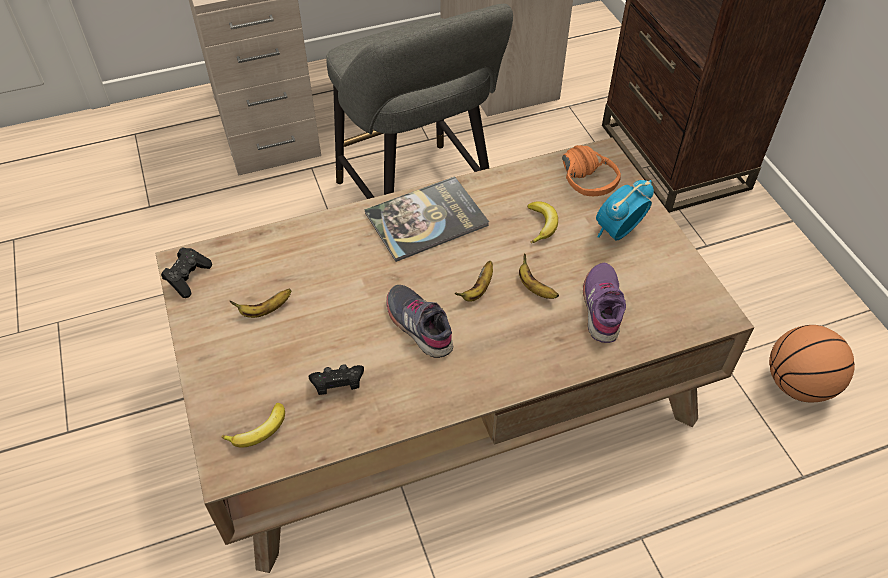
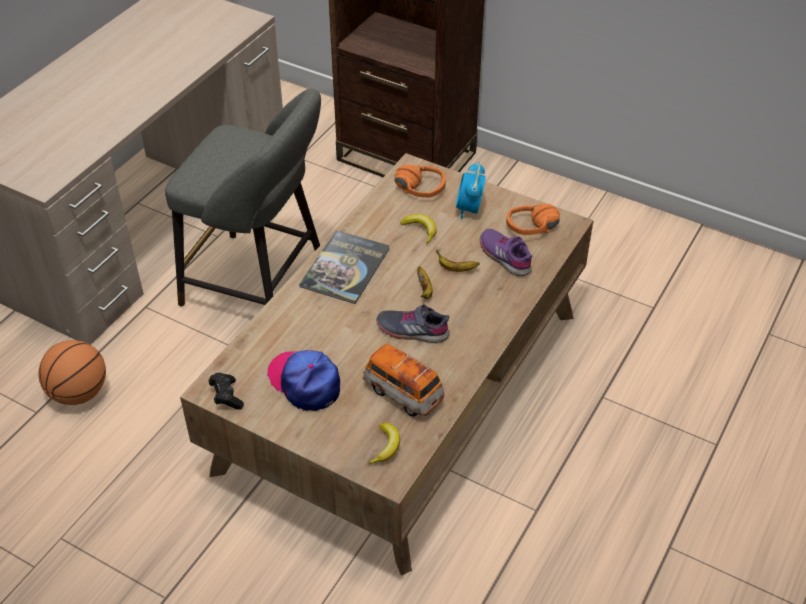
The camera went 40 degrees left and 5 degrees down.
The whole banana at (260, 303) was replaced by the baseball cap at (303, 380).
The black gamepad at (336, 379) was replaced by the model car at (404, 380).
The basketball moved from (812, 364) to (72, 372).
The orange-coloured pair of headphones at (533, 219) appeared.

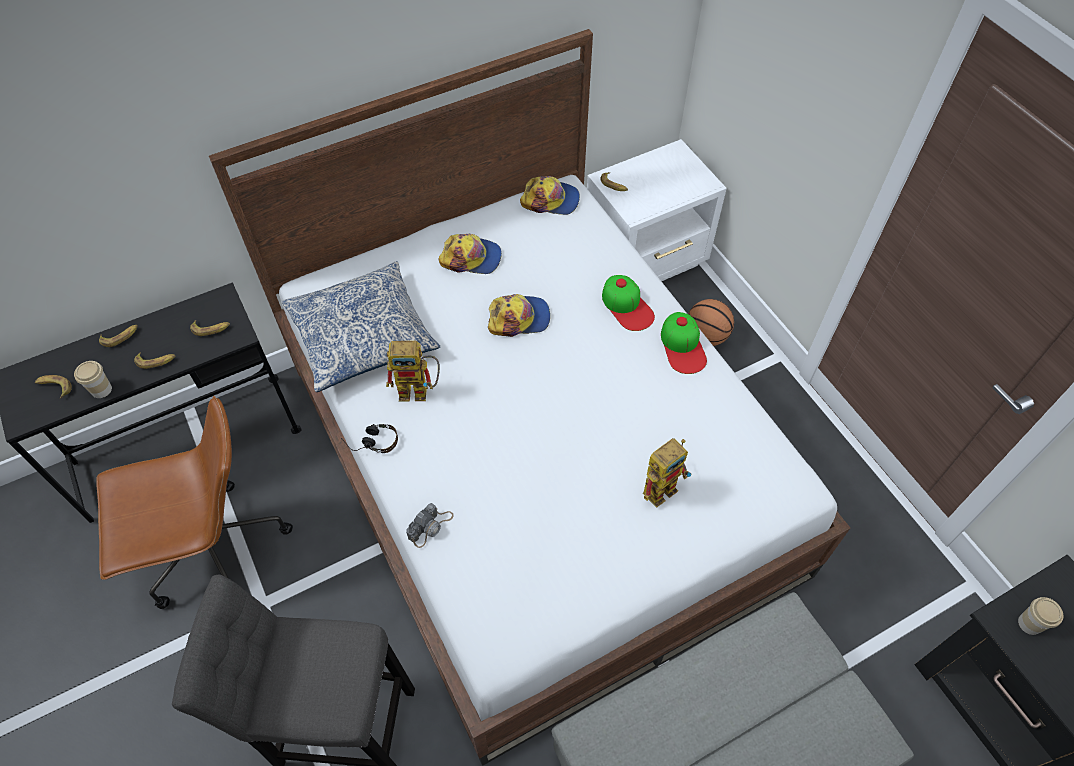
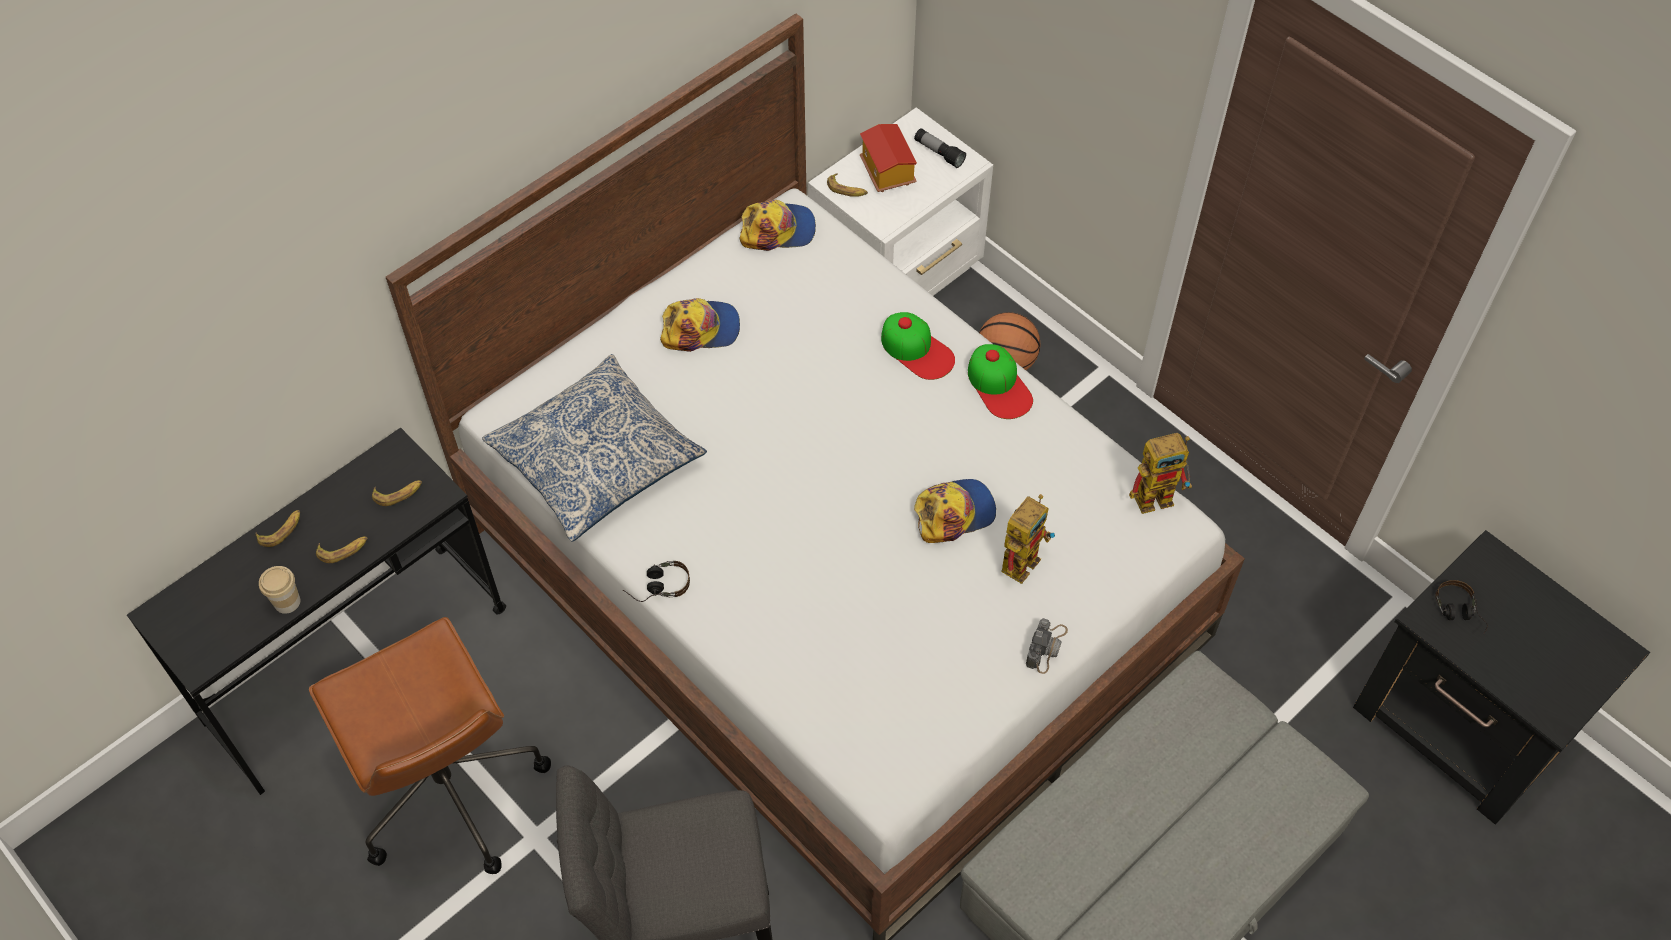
The camera went 15 degrees left and 0 degrees up.
The whole banana at (53, 387) disappeared.
The brown-coloured computer chair at (194, 502) turned 90 degrees clockwise.
The model robot moved from (413, 371) to (1160, 473).
The still camera moved from (430, 525) to (1047, 646).
The baseball cap moved from (519, 315) to (955, 511).
The small cup at (1040, 616) was replaced by the pair of headphones at (1461, 607).
The toy house at (888, 158) appeared.
The flashlight at (940, 148) appeared.

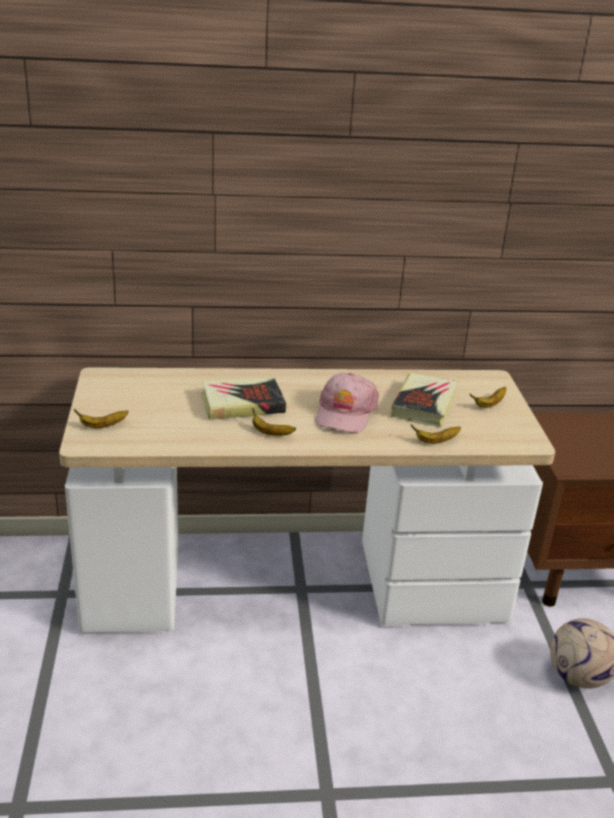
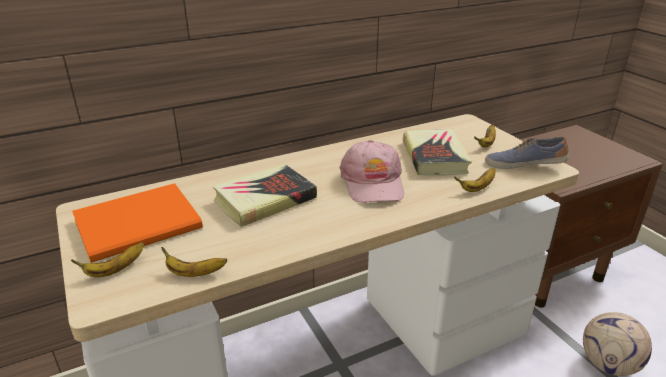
The camera went 20 degrees left and 0 degrees up.
The whole banana moved from (274, 422) to (194, 262).
The orange-coloured book at (137, 223) appeared.
The item of footwear at (527, 152) appeared.

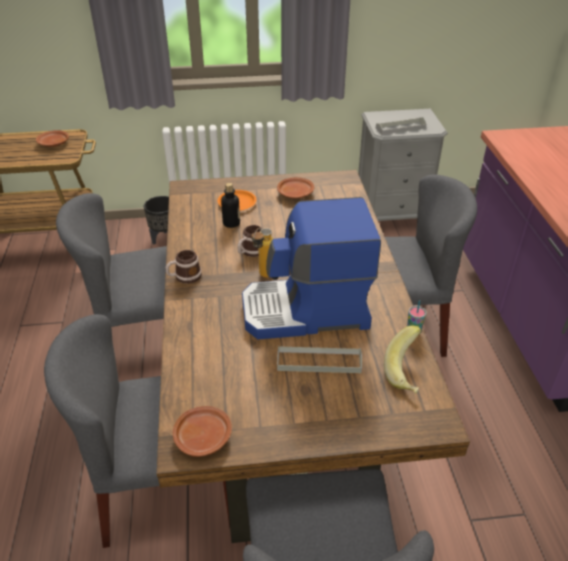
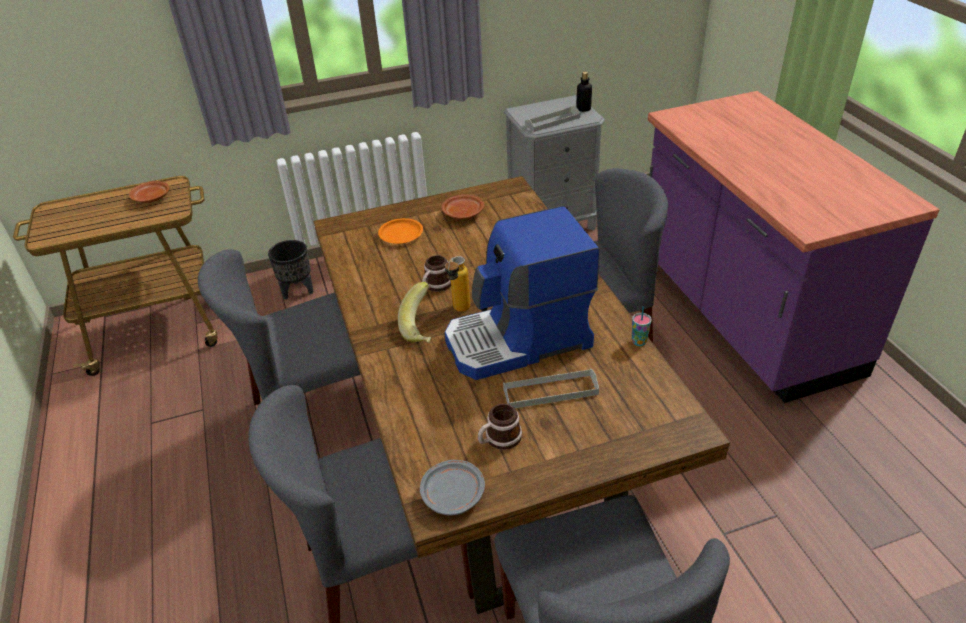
The camera went 10 degrees left and 0 degrees up.
The tea mug moved from (183, 267) to (500, 427).
The brown-coloured dinner plate at (202, 431) became the greyish dinner plate at (452, 487).
The drink bottle moved from (230, 205) to (584, 92).
The whole banana moved from (402, 359) to (414, 312).

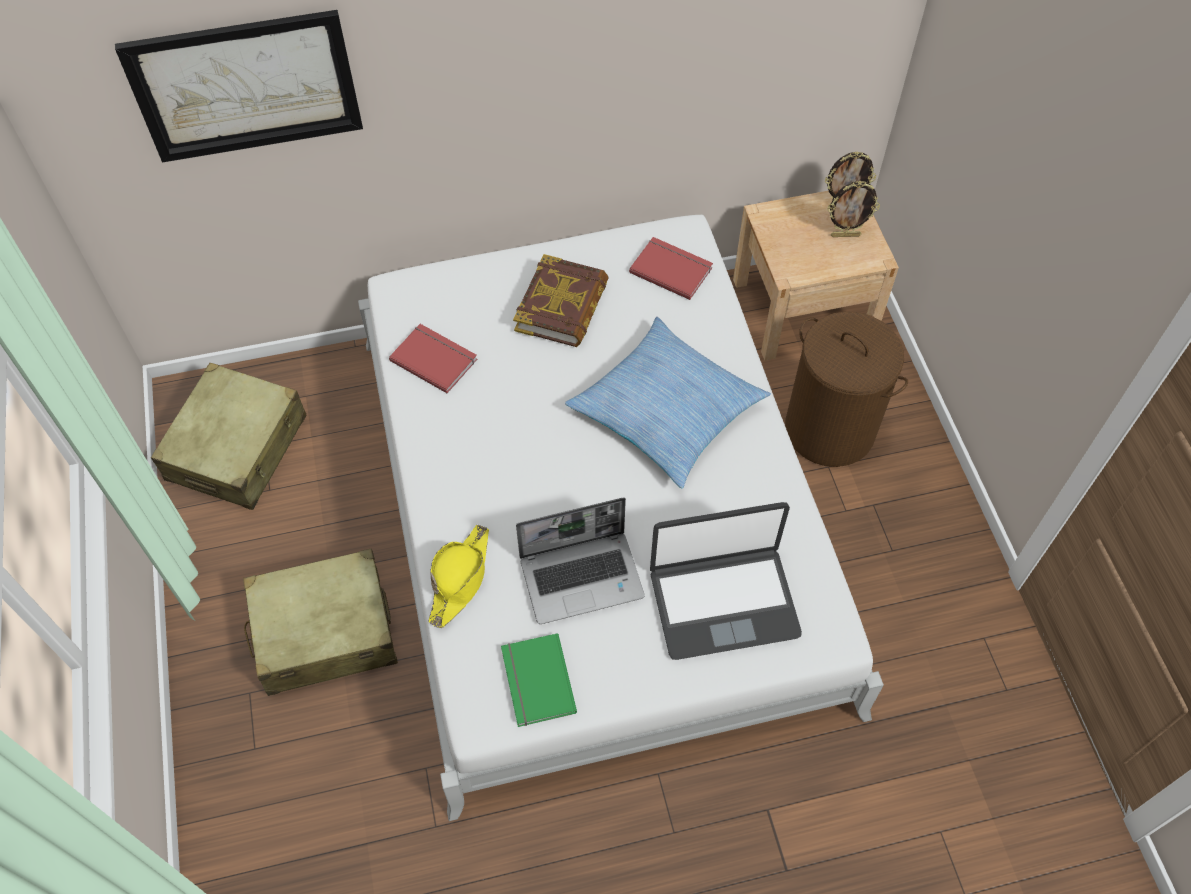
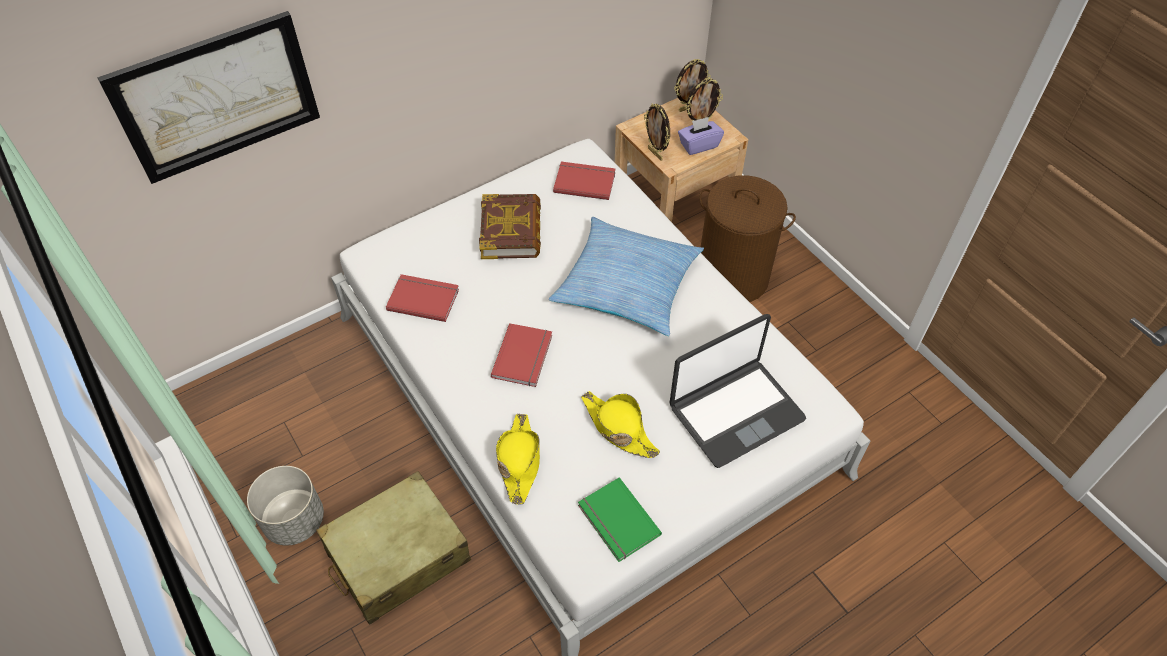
The camera went 20 degrees left and 5 degrees down.
The sand-coloured piece of luggage at (228, 436) disappeared.
The laptop at (580, 561) was replaced by the yellowish wearable hat at (620, 424).
The greyish planter at (285, 506) appeared.
The reddish book at (521, 355) appeared.
The photo frame at (657, 132) appeared.
The purple tissue holder at (701, 136) appeared.

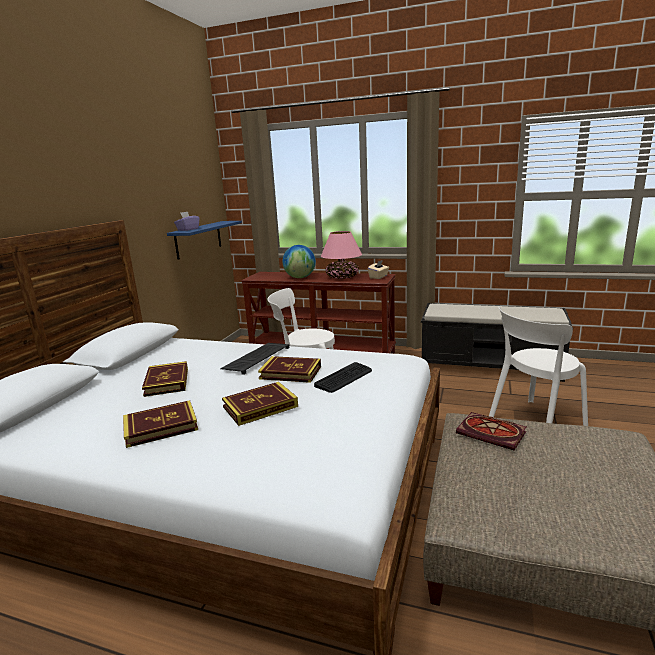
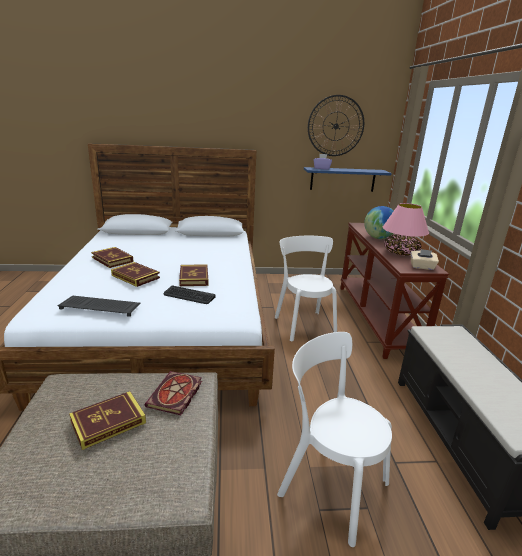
The camera went 65 degrees right and 5 degrees up.
The book moved from (165, 379) to (107, 420).
The PC keyboard moved from (254, 359) to (99, 306).
The wall clock at (336, 125) appeared.

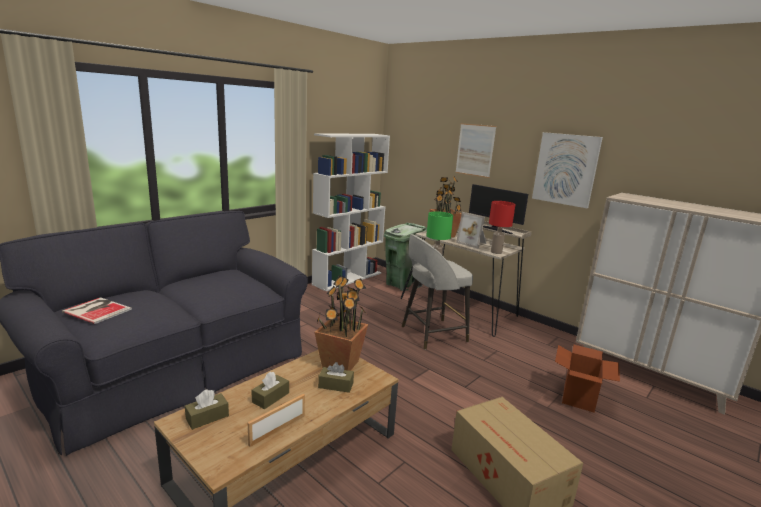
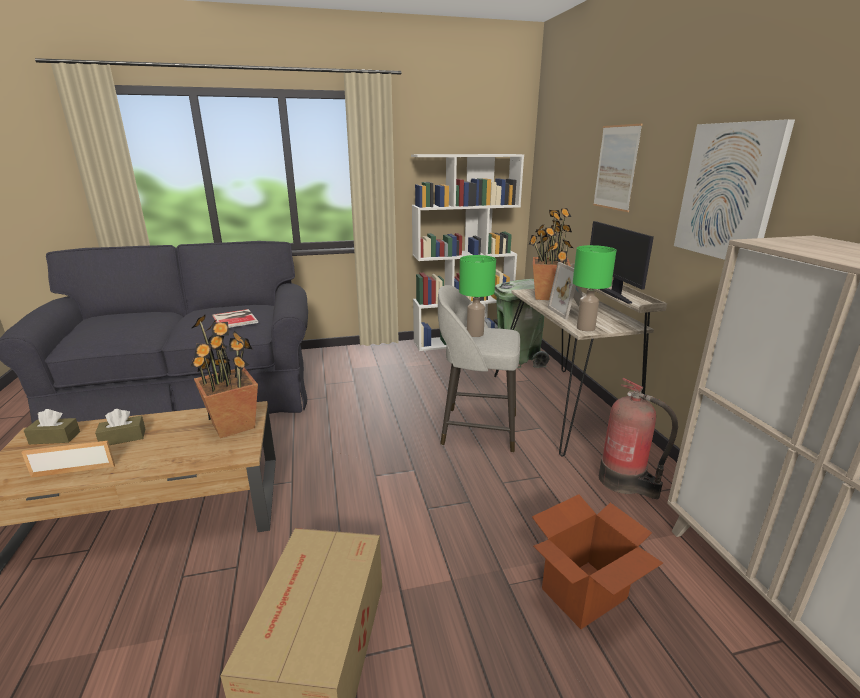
The camera went 35 degrees right and 5 degrees up.
The book moved from (97, 310) to (235, 318).
The brown-coloured tissue holder at (336, 377) disappeared.
The reddish lamp for a table at (502, 227) became the greenish lamp for a table at (595, 288).
The fire extinguisher at (638, 438) appeared.

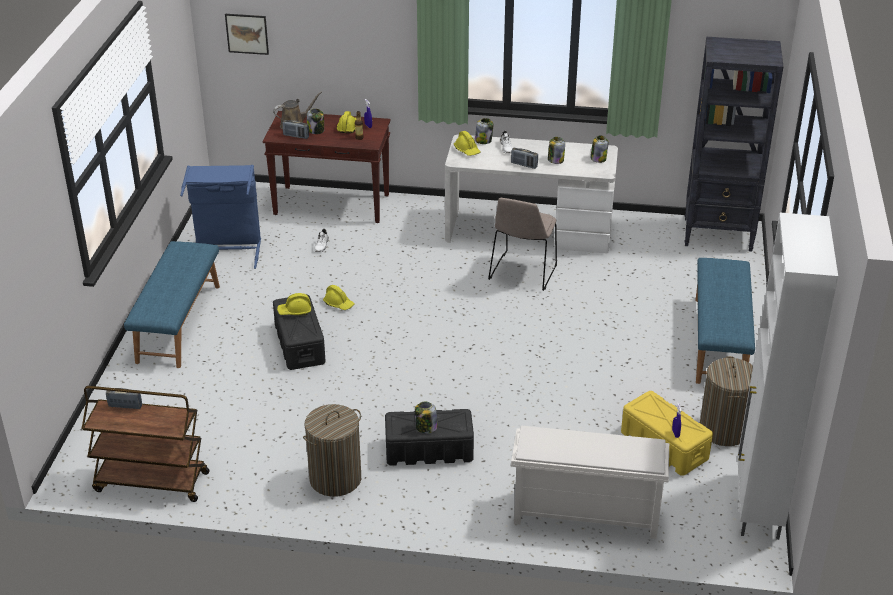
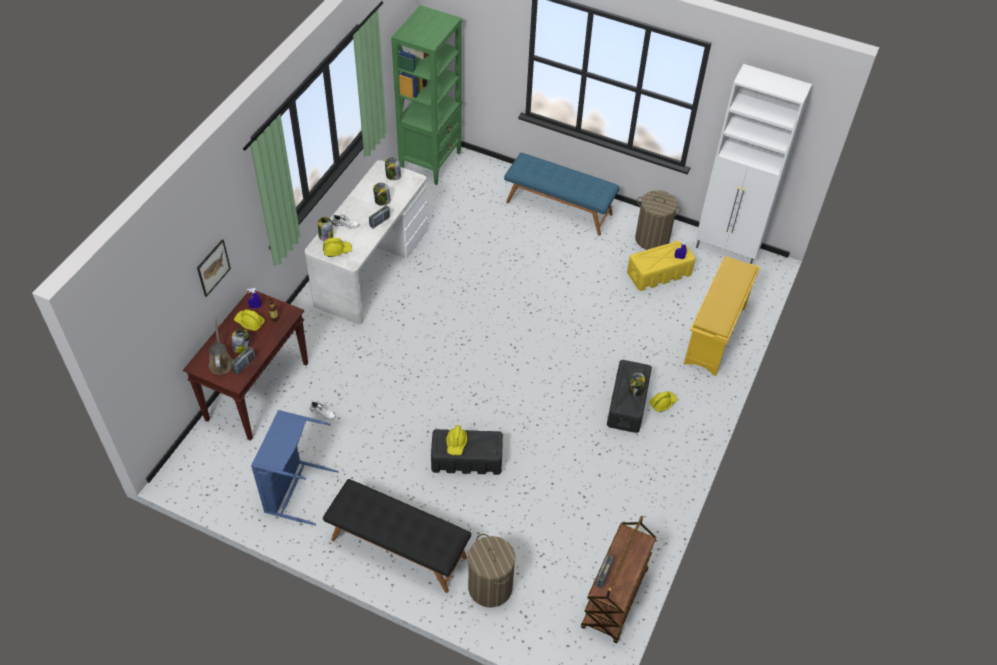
The camera went 75 degrees left and 15 degrees up.
The bluish indoor bench at (172, 304) became the black indoor bench at (397, 536).
The picture moved from (247, 34) to (214, 268).
The hamper moved from (332, 450) to (491, 570).
The yellowish hard hat moved from (339, 297) to (663, 401).
The sand-coloured upright chair at (522, 244) disappeared.
The white-coloured shoe shelf at (590, 482) became the yellowish shoe shelf at (722, 316).
The black bookshelf at (734, 144) became the greenish bookshelf at (426, 95).

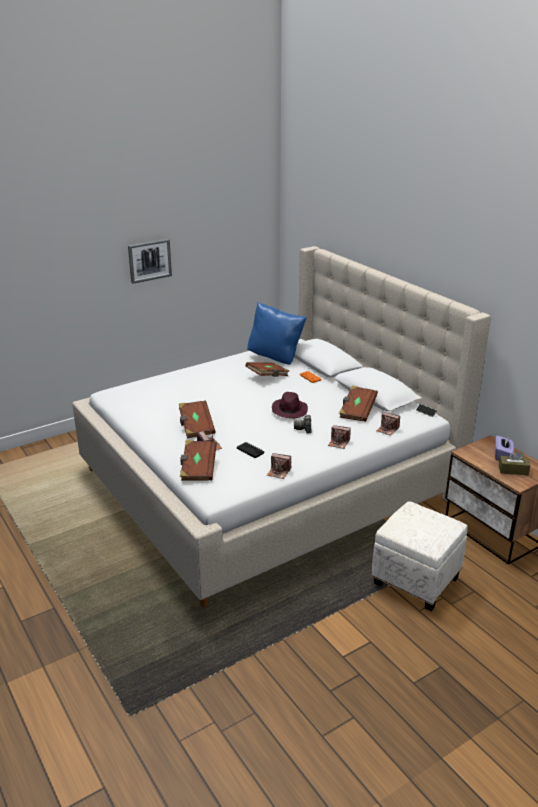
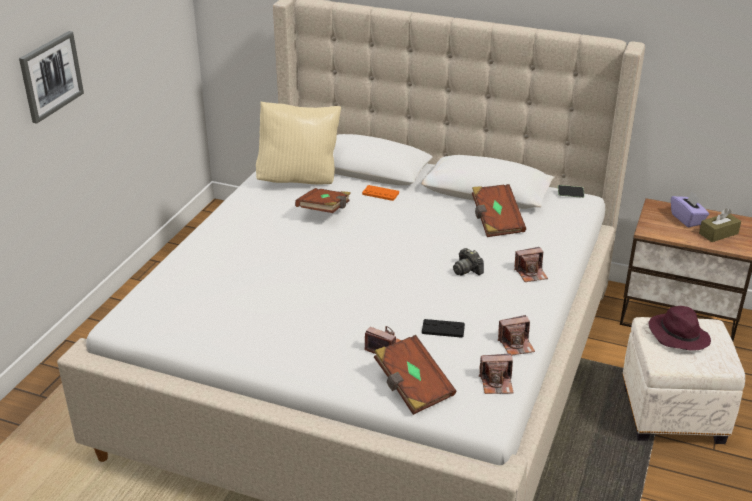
The camera went 35 degrees left and 5 degrees up.
The brown-coloured book at (197, 419) disappeared.
The bluish cushion at (277, 333) became the sand-coloured cushion at (298, 142).
The purple wearable hat moved from (290, 405) to (679, 328).
The still camera moved from (388, 423) to (496, 374).

